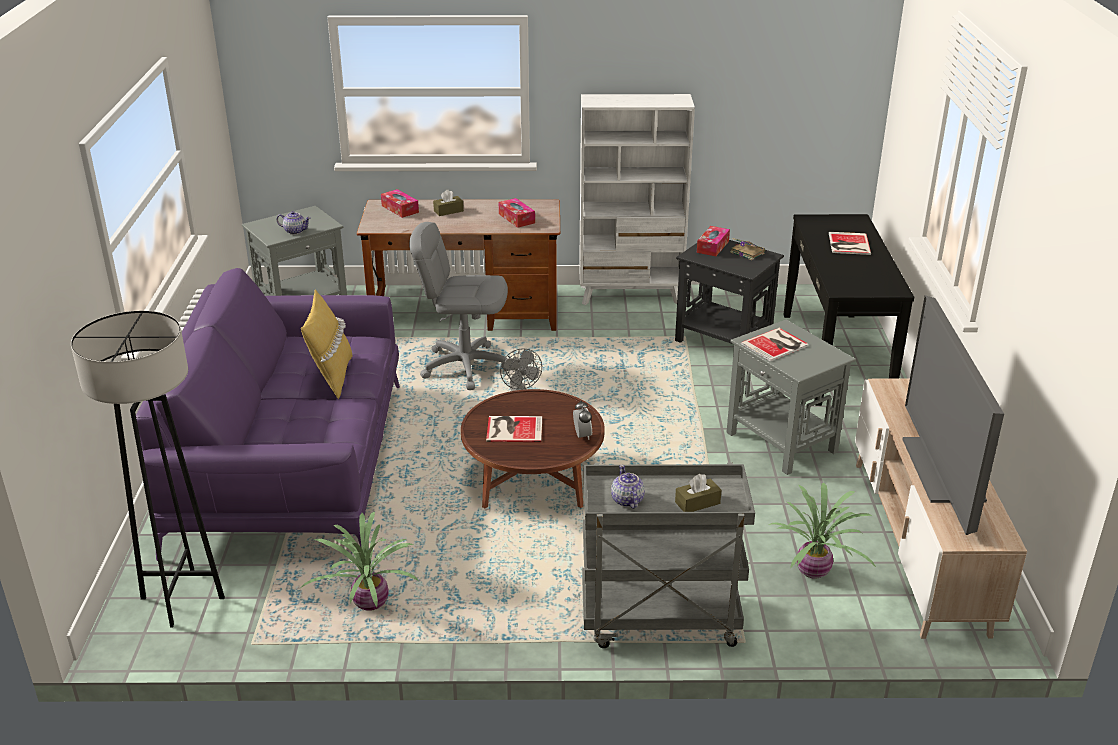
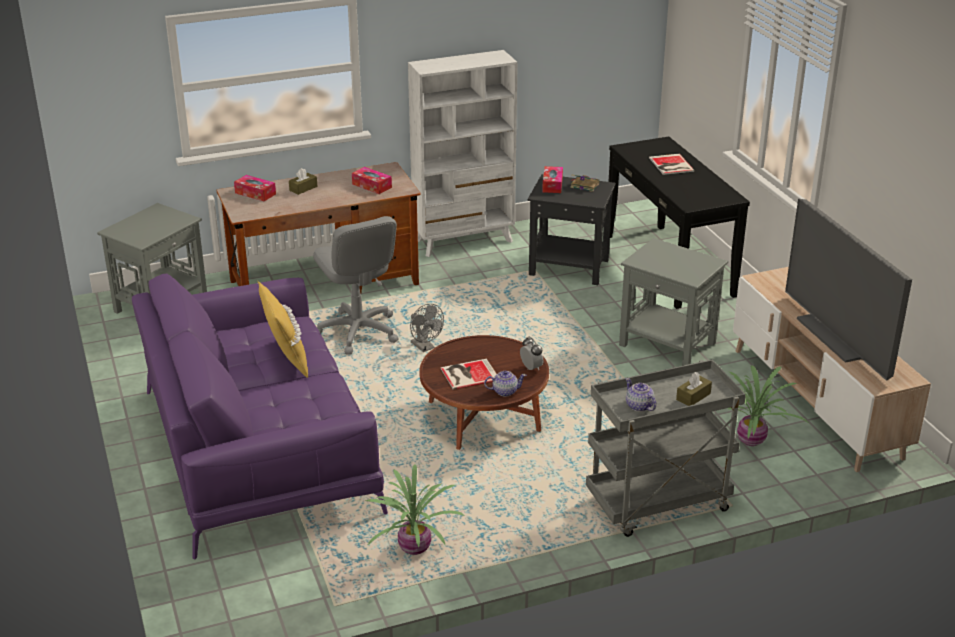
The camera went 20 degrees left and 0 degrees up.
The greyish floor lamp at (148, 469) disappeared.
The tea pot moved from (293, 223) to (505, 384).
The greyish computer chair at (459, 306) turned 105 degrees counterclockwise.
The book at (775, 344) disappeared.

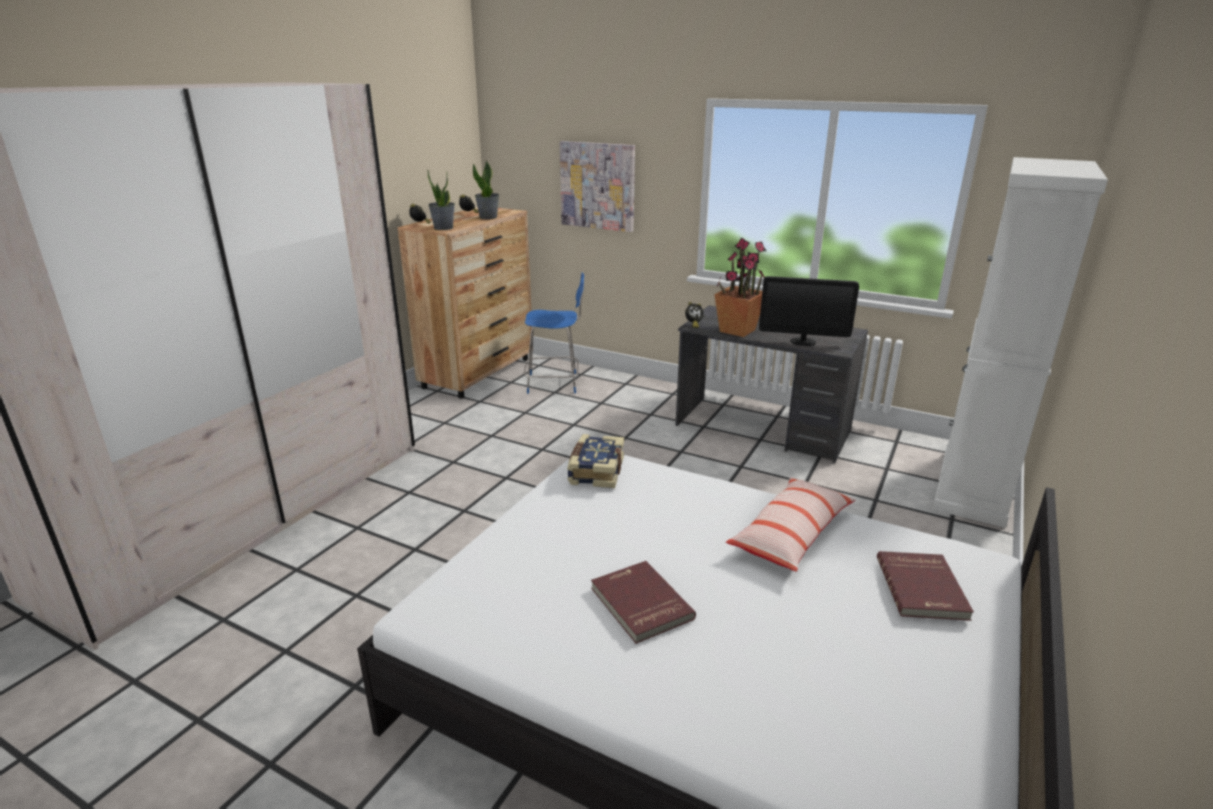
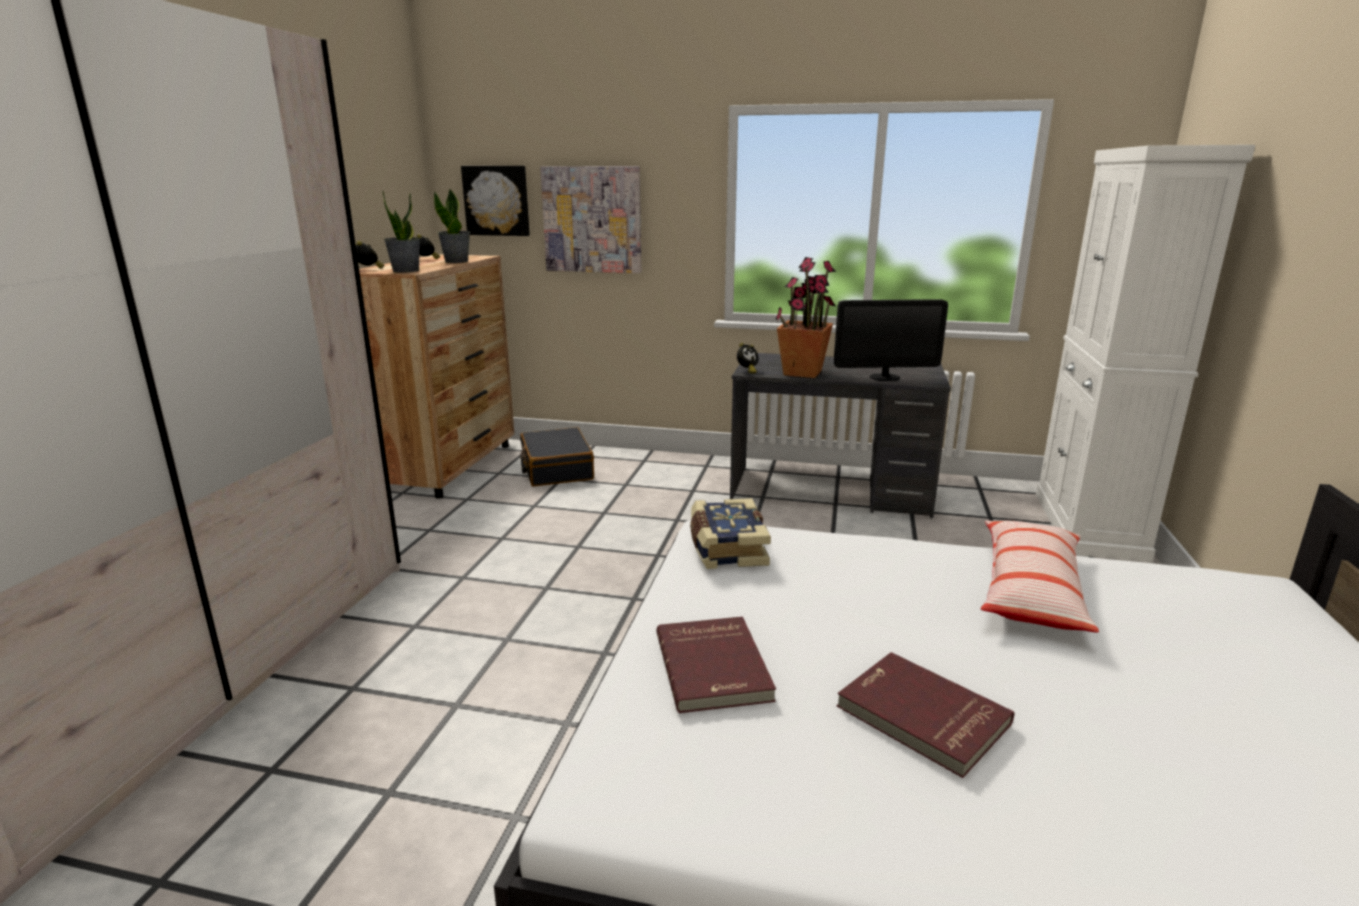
The camera went 15 degrees left and 5 degrees down.
The bluish upright chair at (554, 333) was replaced by the black piece of luggage at (557, 456).
The reddish book moved from (925, 586) to (716, 665).
The picture at (495, 201) appeared.

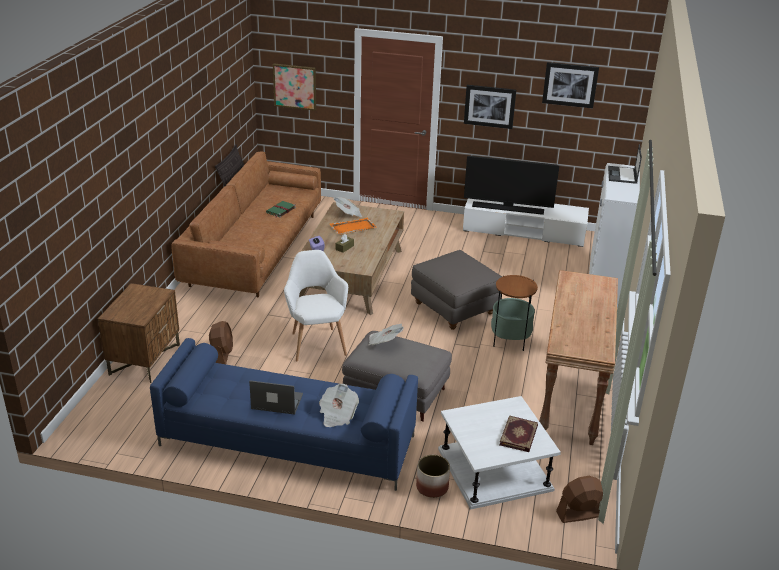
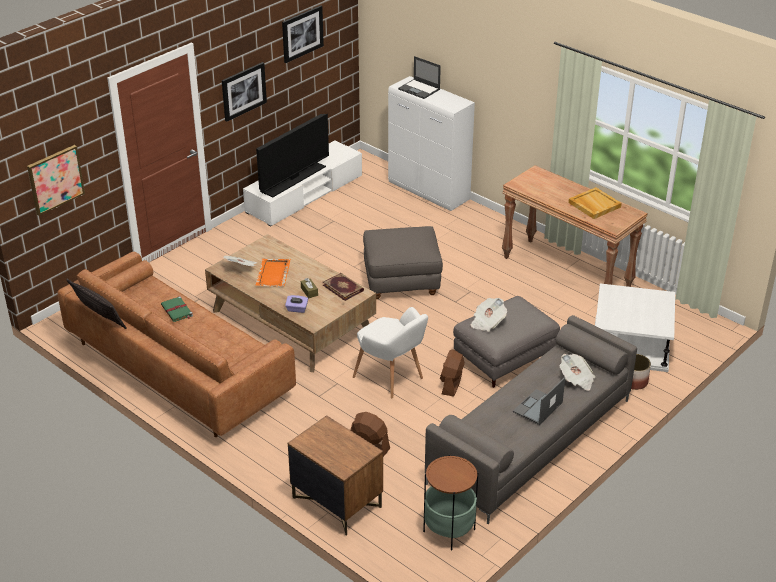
The camera went 60 degrees left and 5 degrees up.
The bluish settee at (284, 414) became the greyish settee at (531, 419).
The white-coloured lounge chair at (316, 305) turned 150 degrees counterclockwise.
The end table moved from (514, 313) to (450, 503).
The book moved from (518, 433) to (343, 287).
The brown-coloured cooling fan moved from (579, 499) to (452, 373).
The sand-coloured serving tray at (595, 203) appeared.

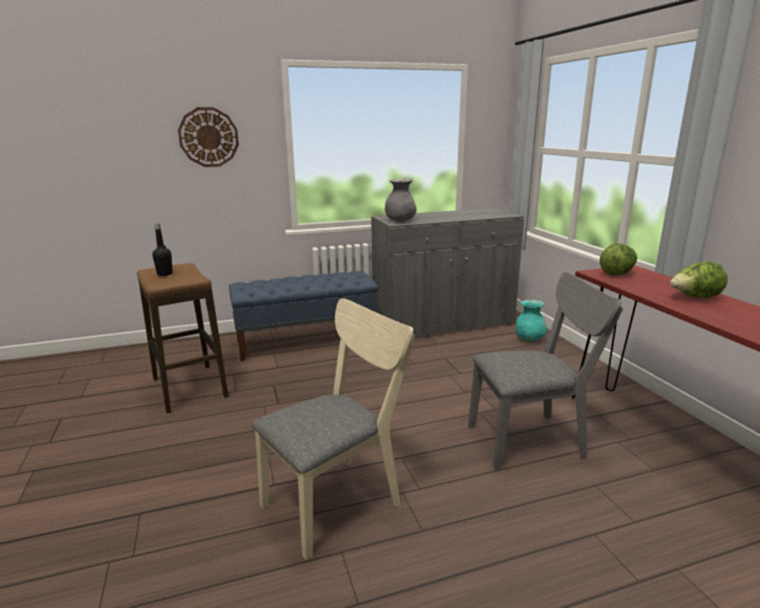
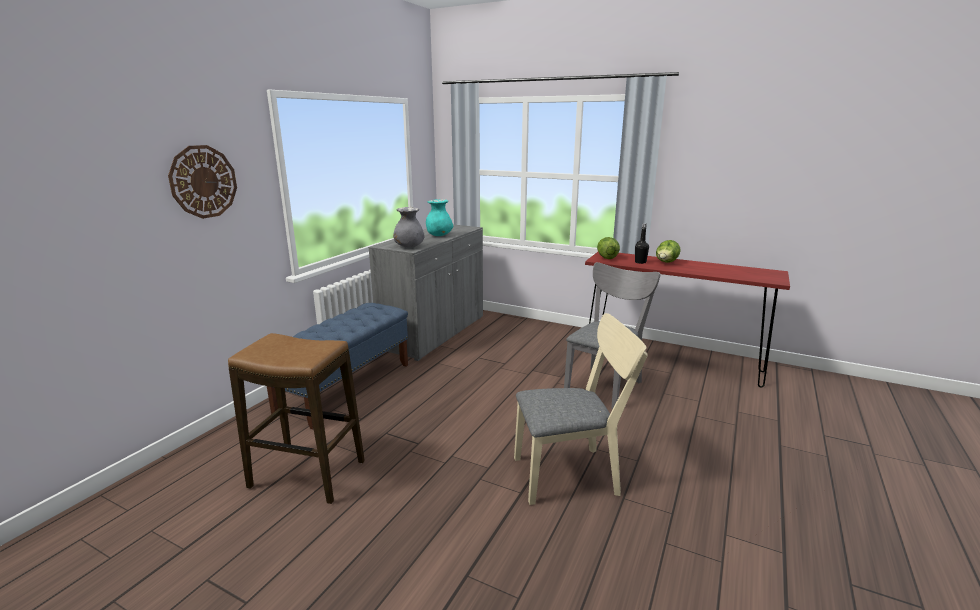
The camera went 45 degrees left and 0 degrees up.
The black drink bottle moved from (162, 250) to (642, 243).
The sand-coloured upright chair at (333, 429) turned 75 degrees clockwise.
The turquoise vase moved from (531, 320) to (439, 217).

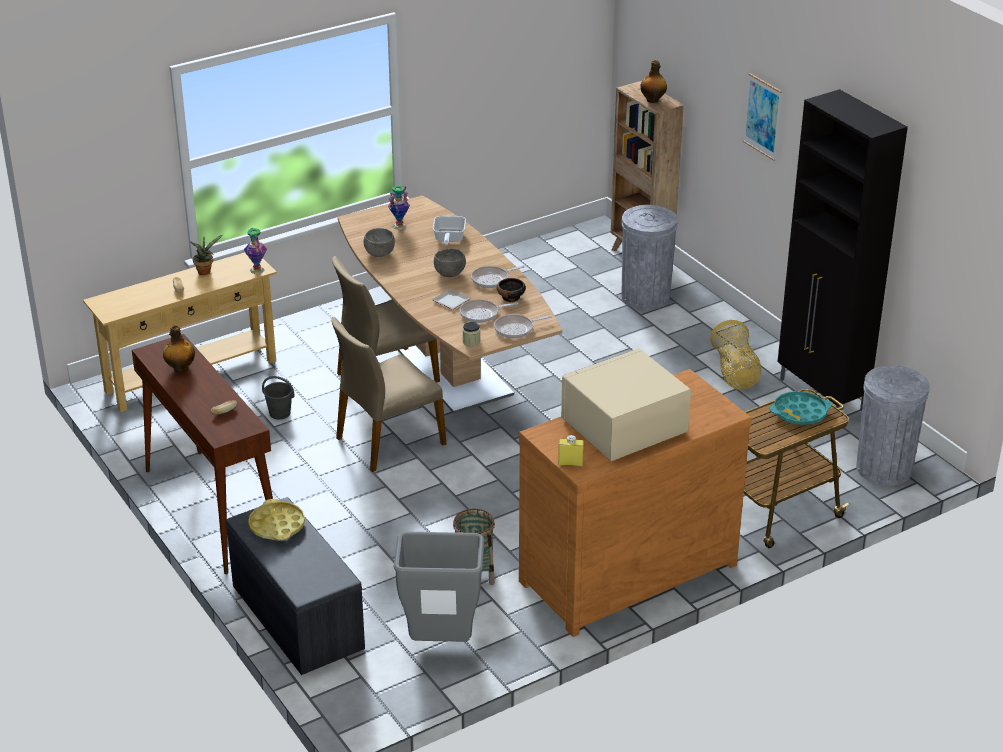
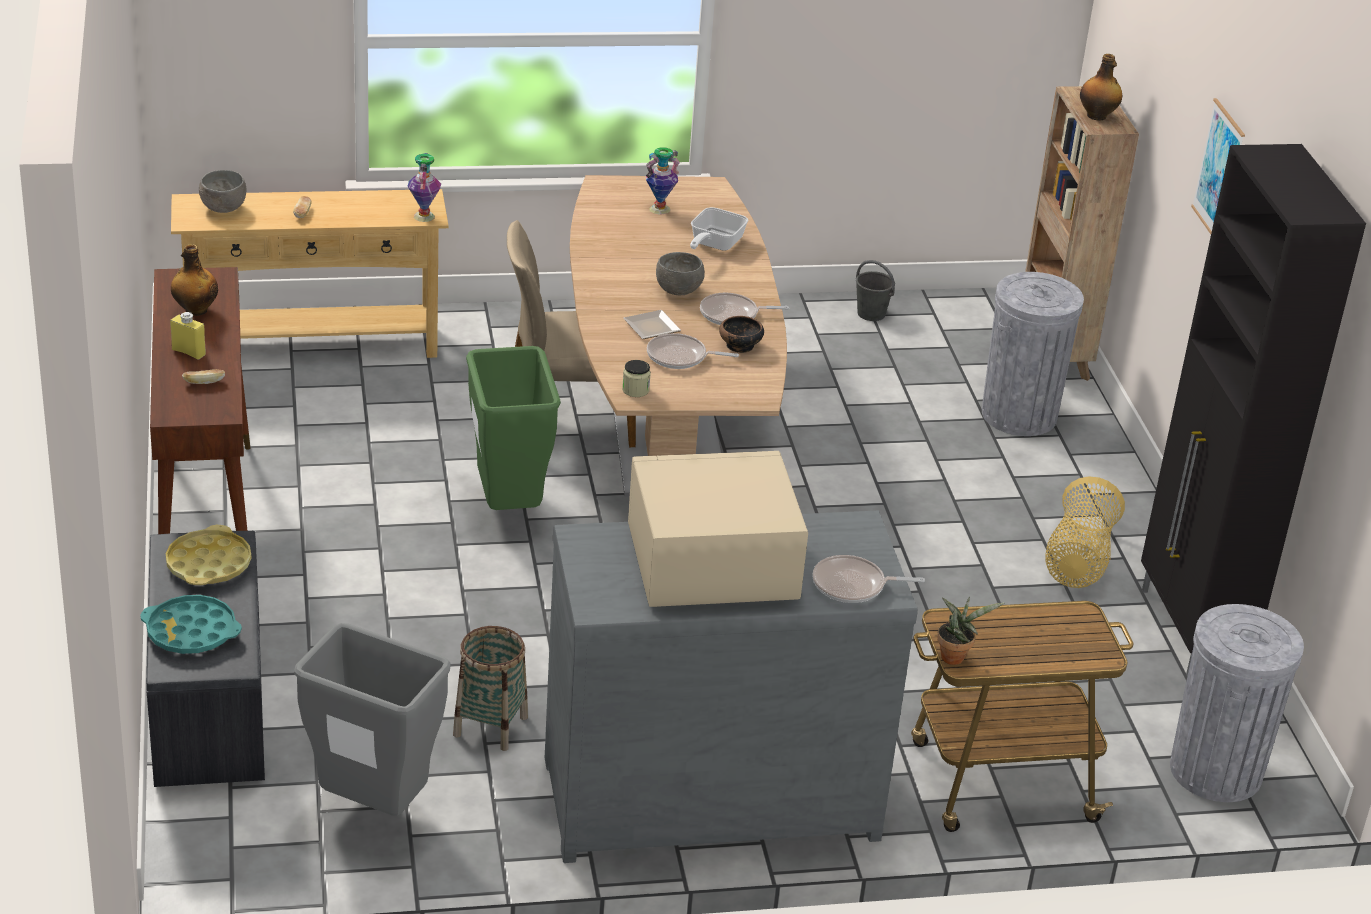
The camera went 20 degrees right and 0 degrees up.
The houseplant moved from (207, 255) to (970, 631).
The greyish pail moved from (278, 398) to (875, 290).
The sand-coloured upright chair at (388, 394) was replaced by the greenish rubbish bin at (513, 428).
The greyish deep dish moved from (379, 242) to (222, 191).
The frying pan moved from (523, 326) to (868, 579).
The brown-coloured dresser at (635, 503) became the greyish dresser at (731, 687).
The yellowish drink bottle moved from (571, 451) to (188, 336).
The turquoise serving tray moved from (800, 408) to (191, 624).

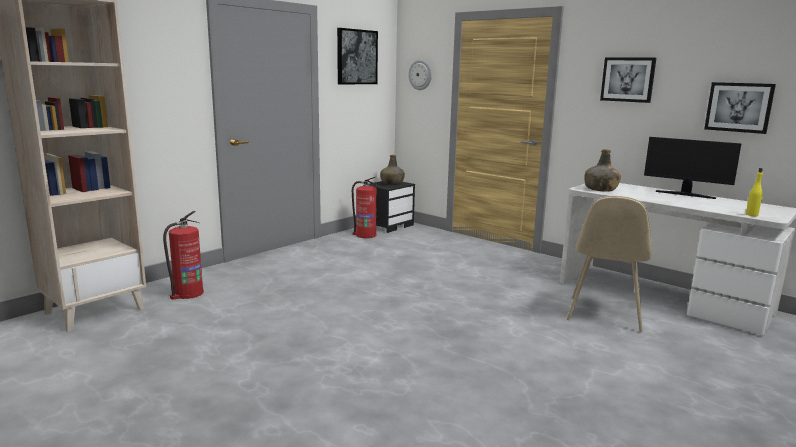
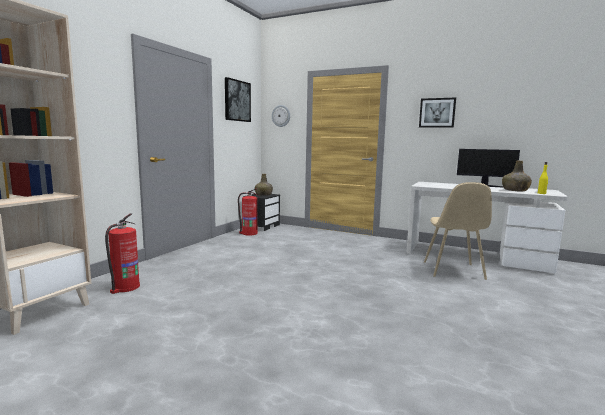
The camera went 15 degrees left and 5 degrees down.
The greenish drink bottle moved from (602, 170) to (517, 176).
The picture at (740, 108) disappeared.

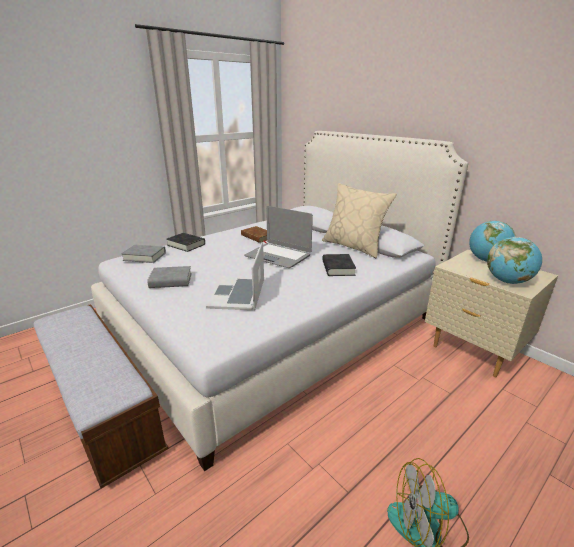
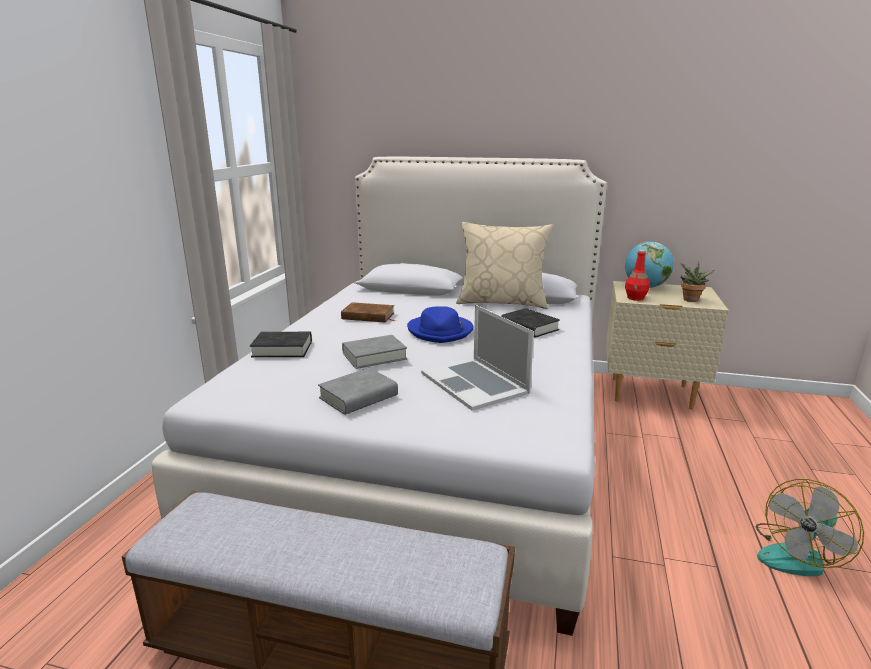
The camera went 35 degrees left and 5 degrees down.
The greyish book moved from (143, 254) to (374, 352).
The laptop at (278, 237) was replaced by the bluish wearable hat at (440, 324).
The world globe at (514, 260) was replaced by the houseplant at (697, 282).
The reddish drink bottle at (637, 275) appeared.

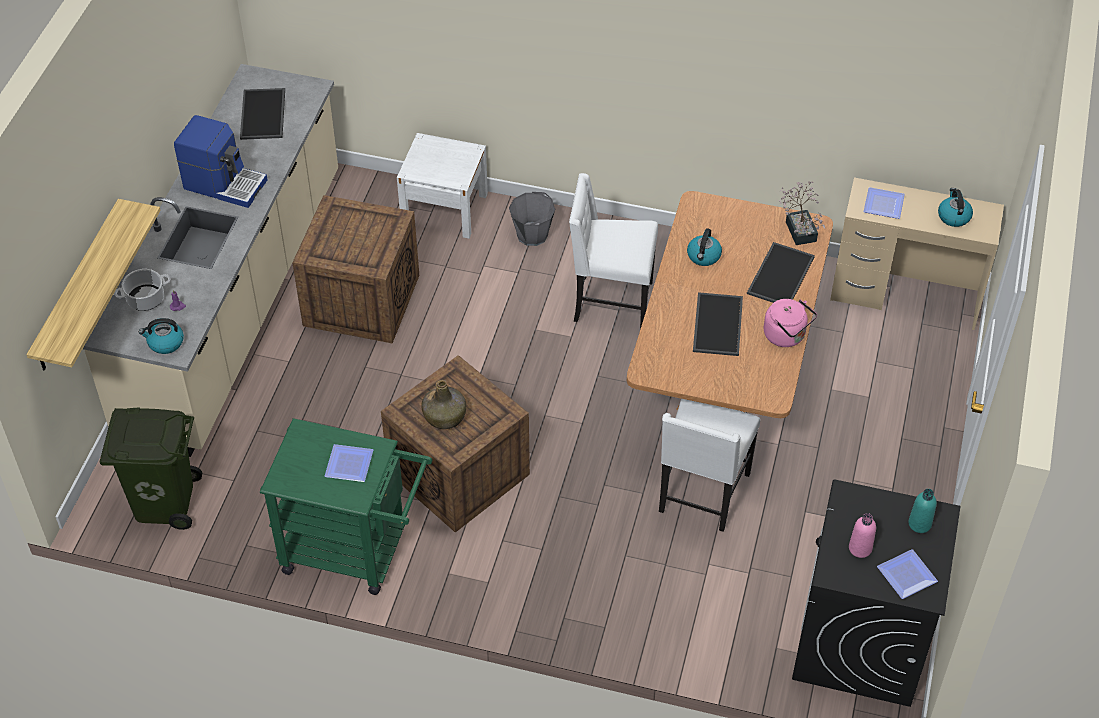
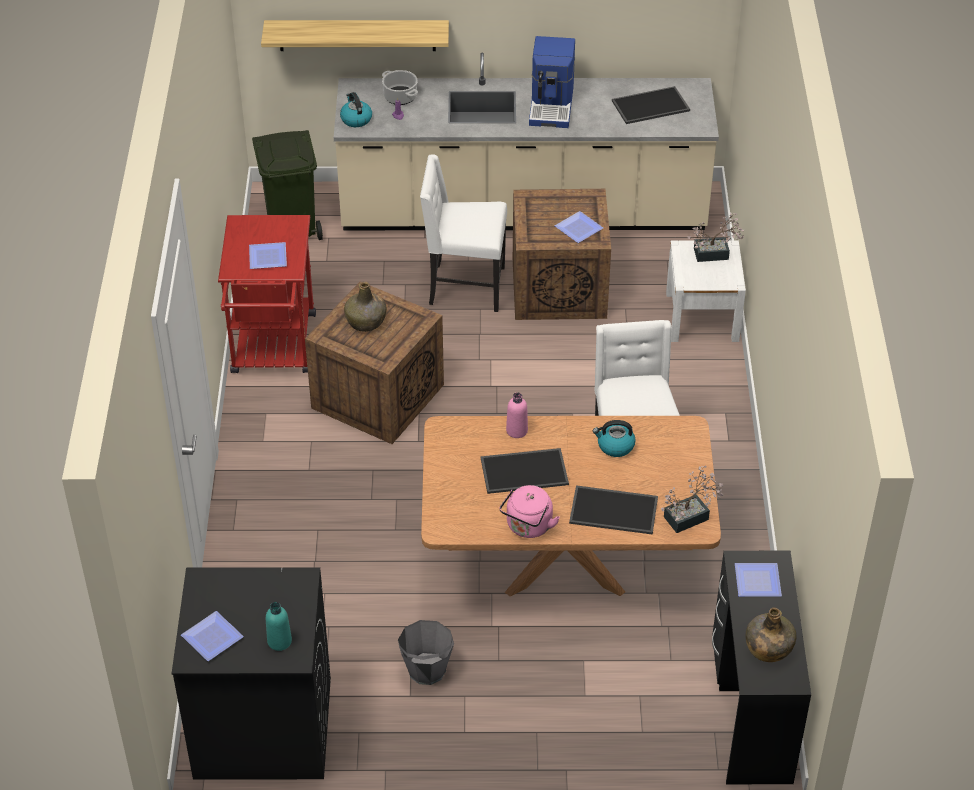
The camera went 75 degrees right and 5 degrees down.
The greenish wheeled cart at (346, 506) became the reddish wheeled cart at (267, 294).
The greyish pail moved from (532, 219) to (426, 652).
The white-coloured upright chair moved from (709, 465) to (463, 233).
The sand-coloured desk at (917, 254) became the black desk at (761, 667).
The pinkish drink bottle moved from (862, 535) to (517, 415).
The tea kettle at (955, 207) was replaced by the greenish drink bottle at (771, 634).
The dinner plate at (579, 227) appeared.
The houseplant at (716, 237) appeared.

